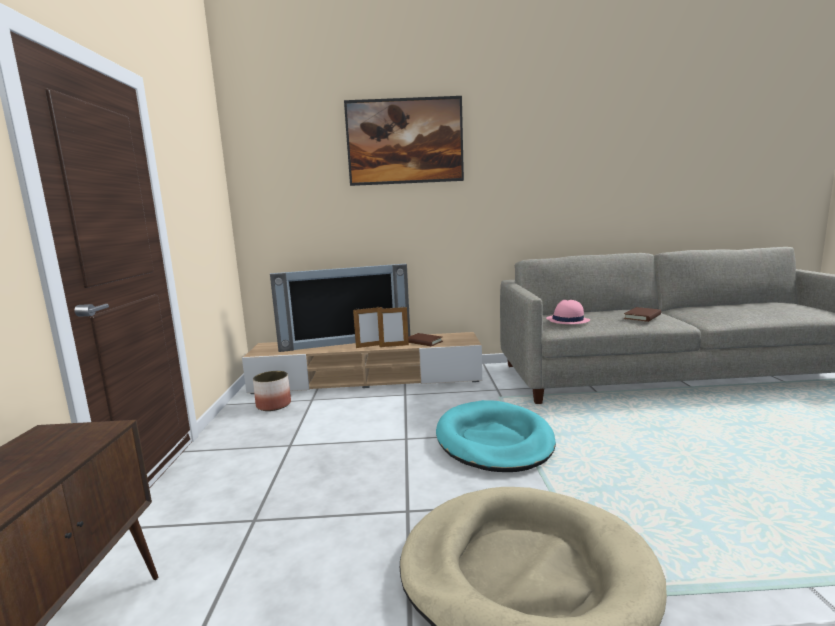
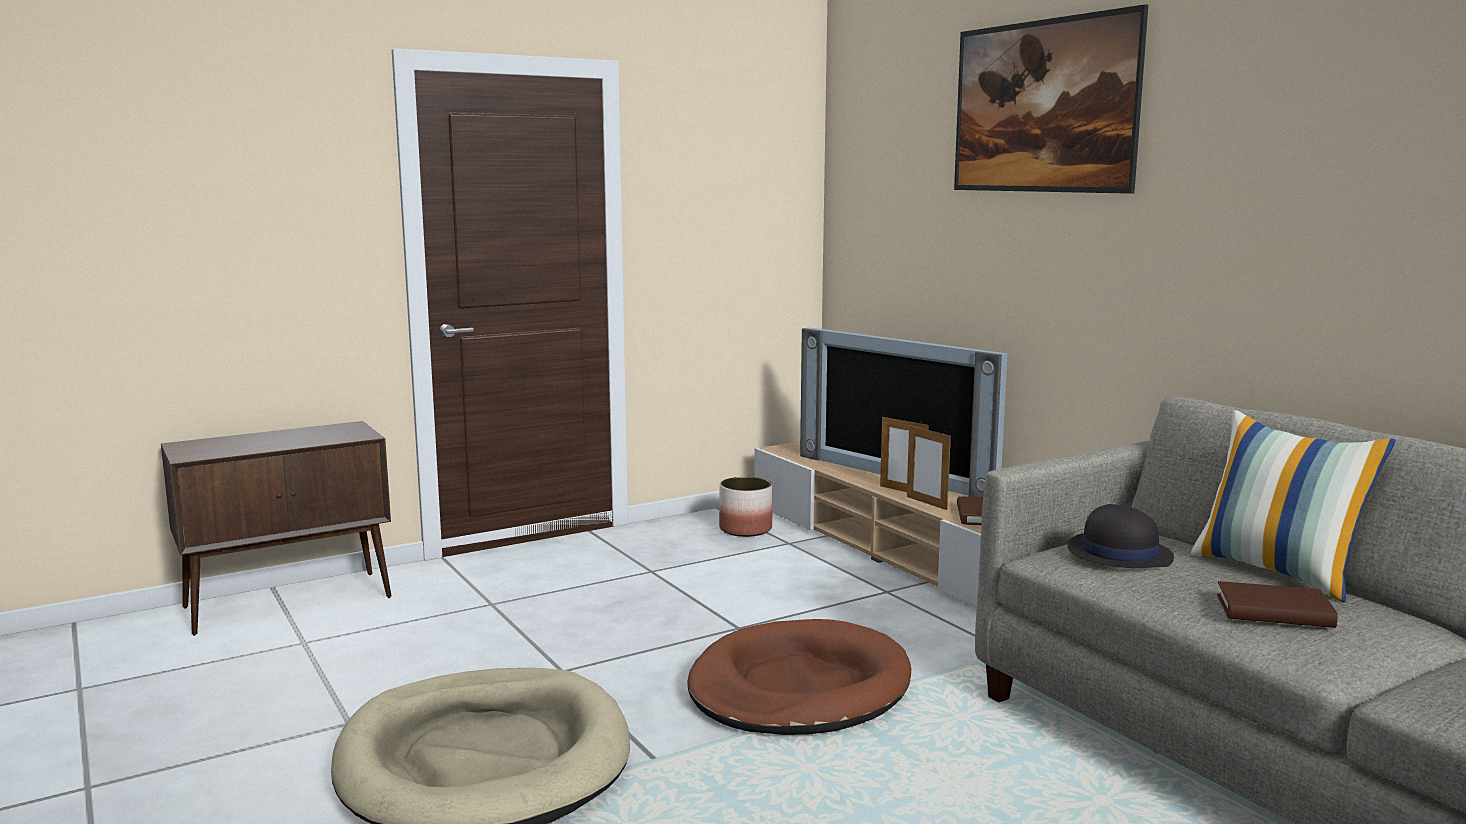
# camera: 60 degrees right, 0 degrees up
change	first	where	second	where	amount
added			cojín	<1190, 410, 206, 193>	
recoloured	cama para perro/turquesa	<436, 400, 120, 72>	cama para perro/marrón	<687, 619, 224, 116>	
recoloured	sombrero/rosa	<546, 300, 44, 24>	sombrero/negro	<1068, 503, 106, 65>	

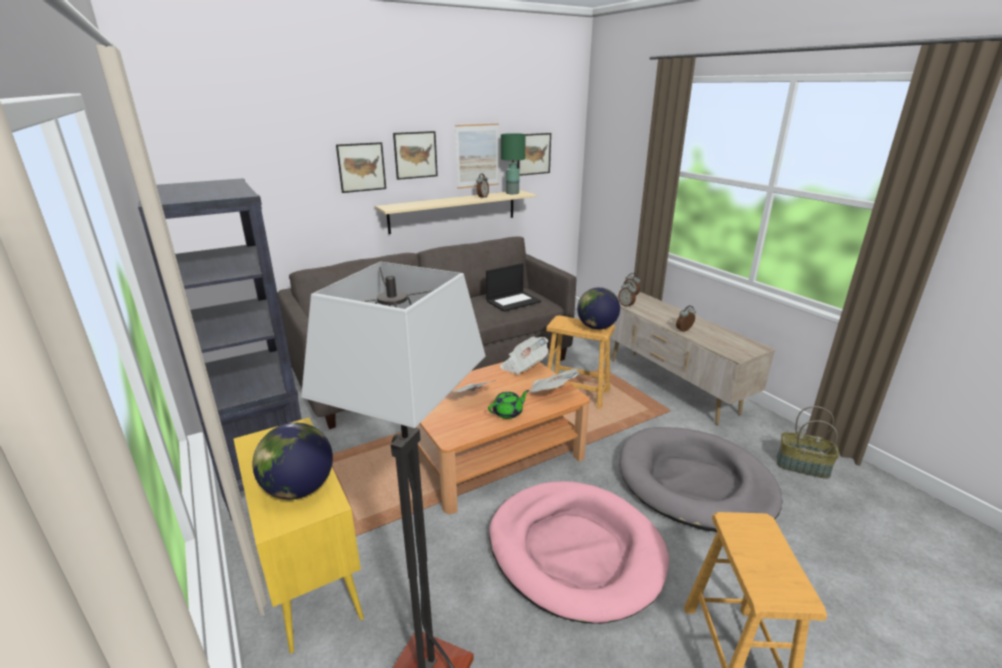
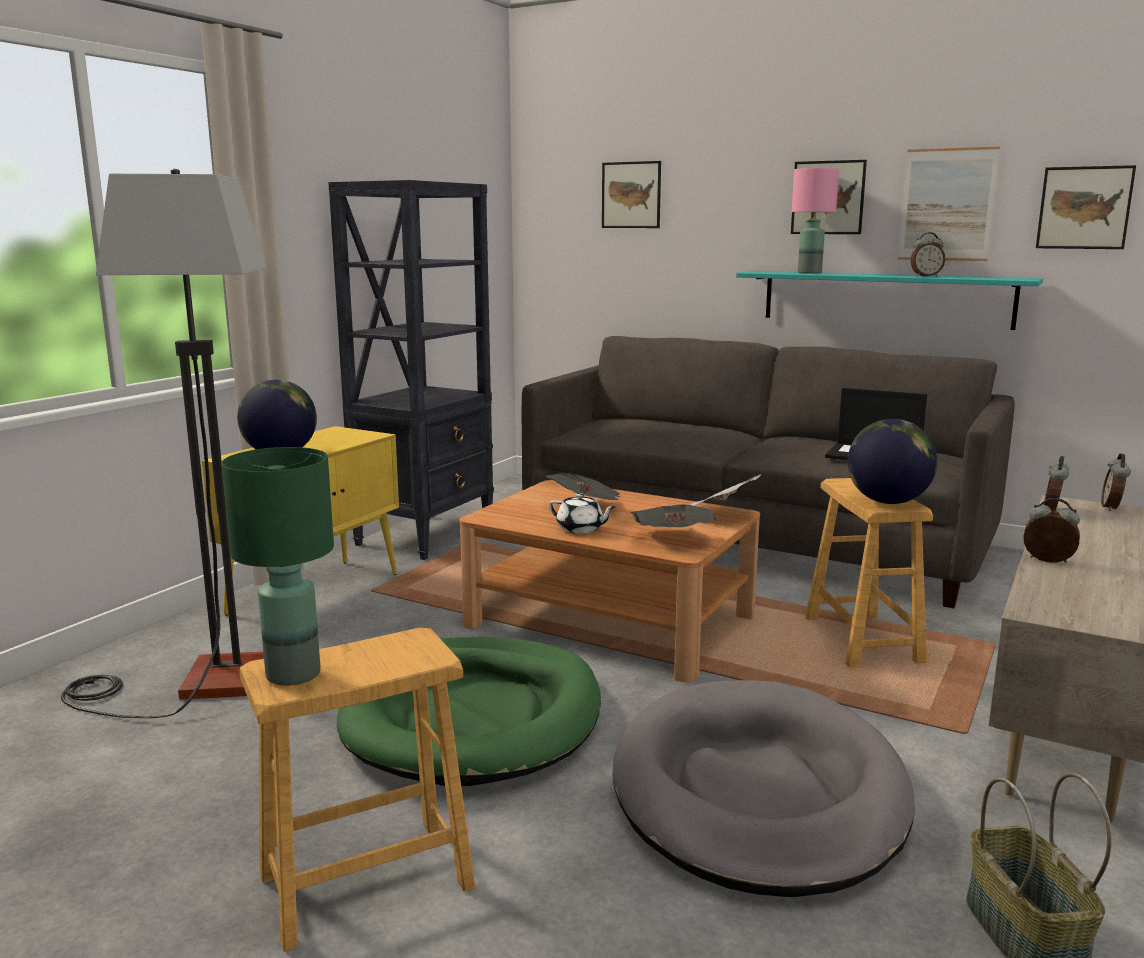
# camera: 60 degrees right, 10 degrees down
change	first	where	second	where	amount
added			lámpara de mesa/rosa	<792, 168, 47, 106>	
moved	cuadro	<336, 142, 50, 51>		<602, 161, 59, 67>	
moved	lámpara de mesa/verde	<501, 133, 25, 61>		<221, 447, 113, 239>	
recoloured	estante/beis	<375, 190, 161, 44>	estante/turquesa	<736, 271, 307, 59>	
recoloured	tetera/verde	<488, 390, 41, 29>	tetera/blanco	<549, 493, 67, 41>	
recoloured	cama para perro/rosa	<489, 481, 180, 143>	cama para perro/verde	<337, 637, 264, 149>	

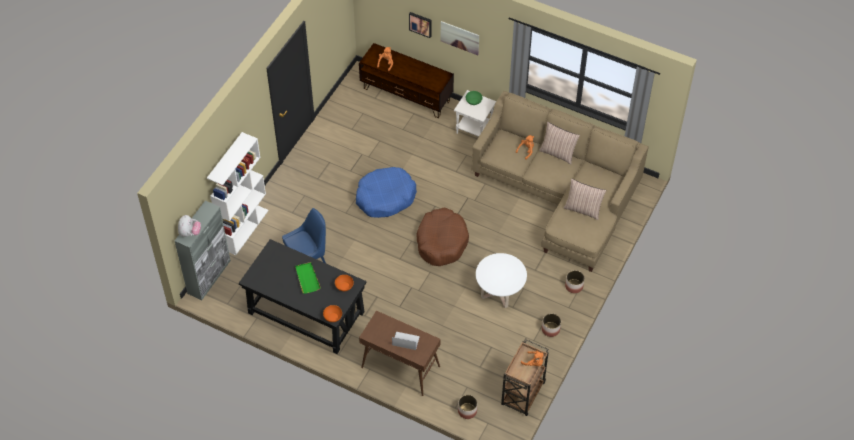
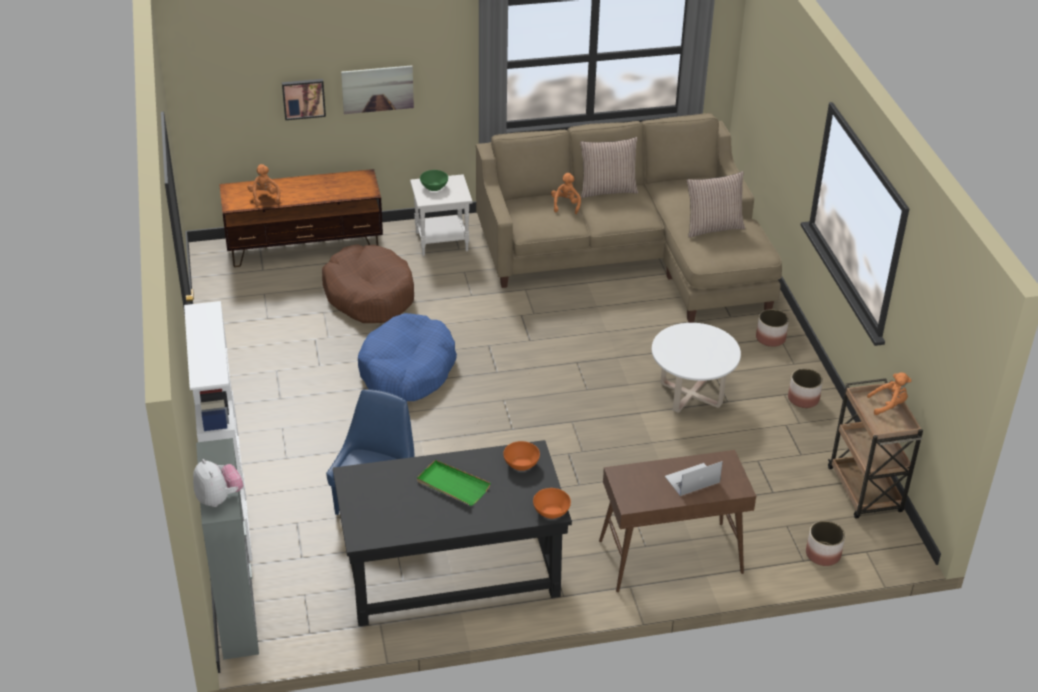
# camera: 40 degrees left, 15 degrees down
change	first	where	second	where	amount
moved	cama para perro/marrón	<416, 207, 53, 59>		<322, 244, 92, 79>	

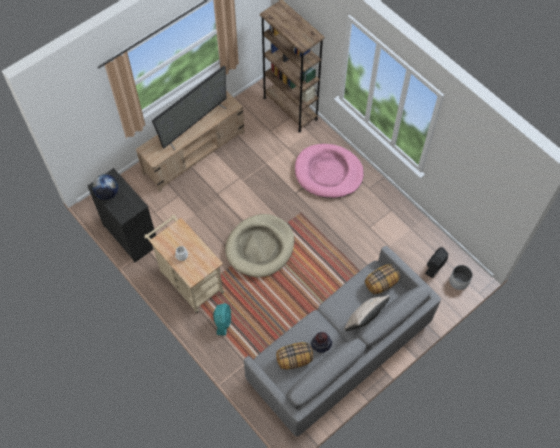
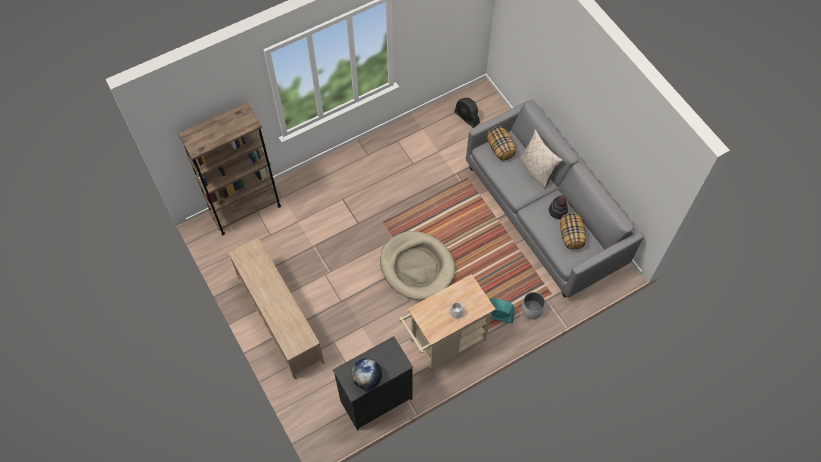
# camera: 80 degrees left, 0 degrees up
change	first	where	second	where	amount
removed	televisor	<152, 66, 75, 84>			
removed	cama para perro/rosa	<295, 144, 69, 54>			
moved	maceta/blanco	<449, 265, 24, 25>		<521, 292, 24, 27>	

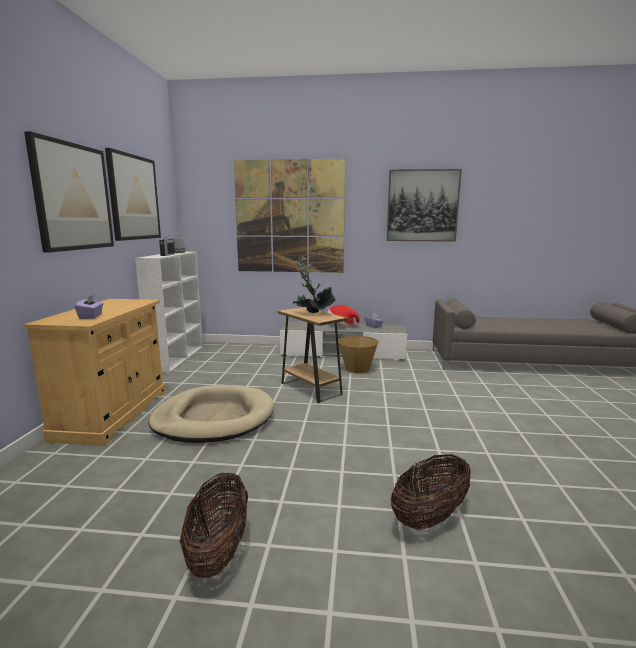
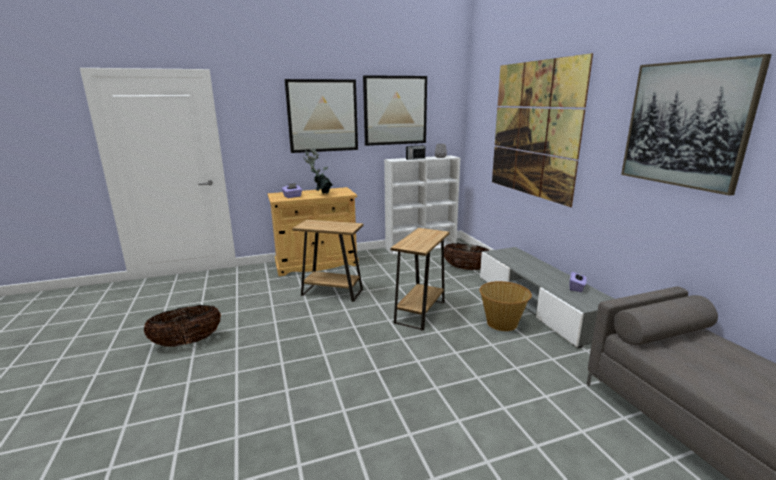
# camera: 65 degrees right, 5 degrees up
change	first	where	second	where	amount
removed	sombrero	<327, 305, 32, 22>			
moved	planta en maceta	<293, 256, 42, 57>		<303, 147, 30, 47>	
moved	cesta	<391, 454, 80, 76>		<444, 243, 45, 27>	
replaced	cama para perro/beis	<148, 385, 126, 58>	mesa auxiliar/marrón	<292, 220, 72, 82>	

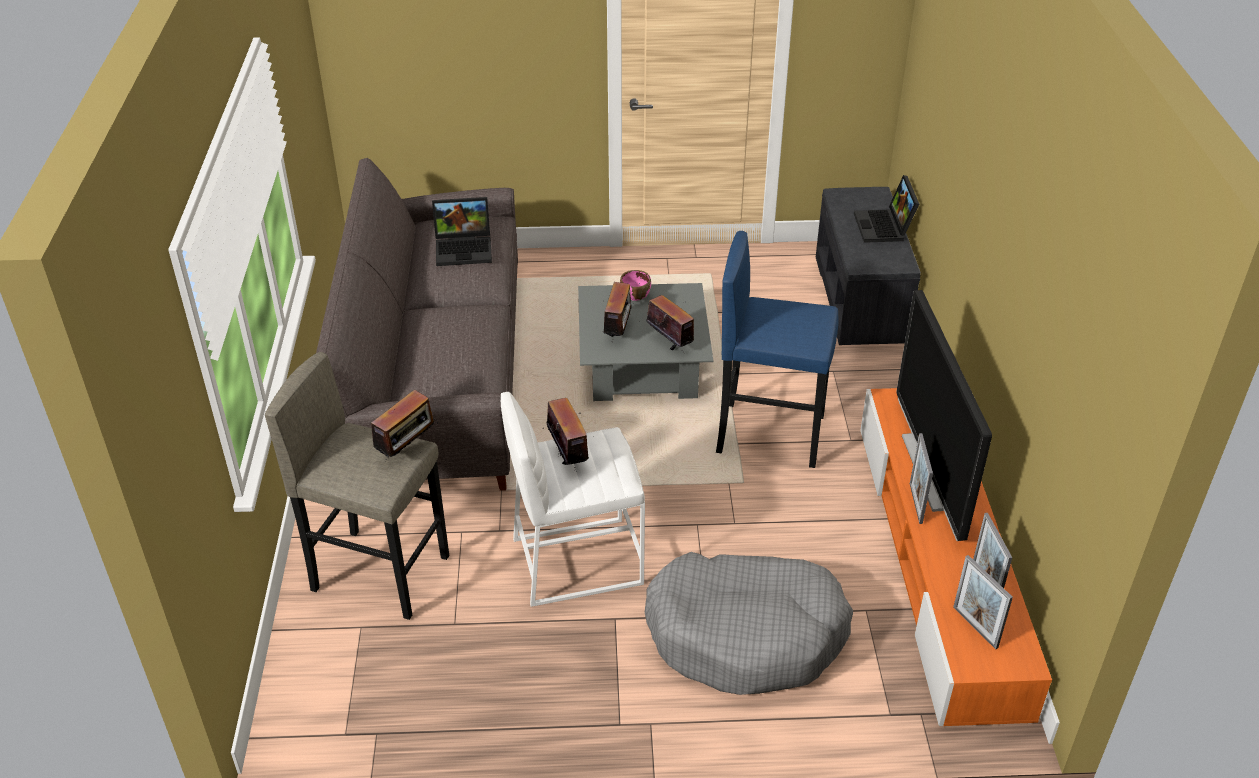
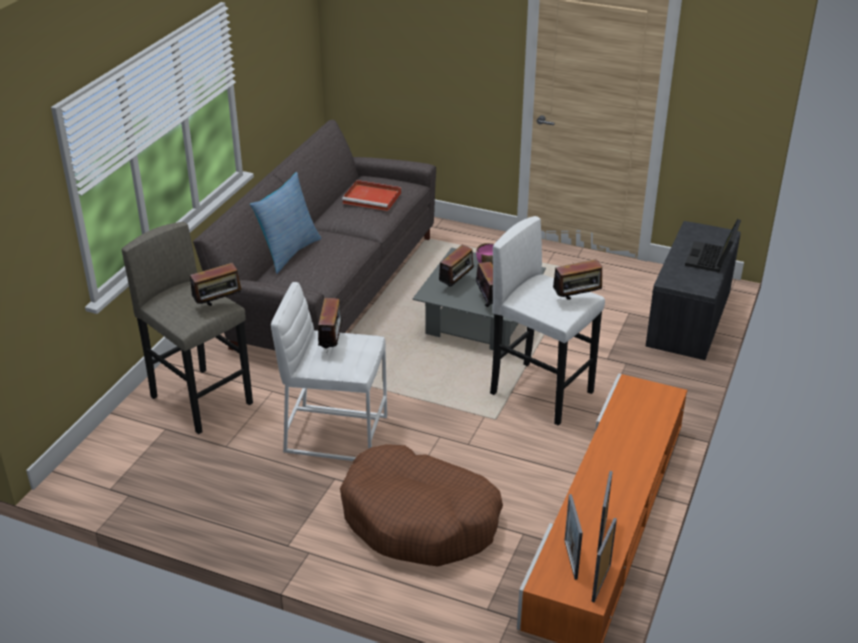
# camera: 25 degrees right, 5 degrees down
change	first	where	second	where	amount
removed	televisor	<896, 290, 96, 251>			
added			cojín	<250, 172, 72, 102>	
added			radio	<553, 256, 49, 44>	
moved	portarretratos	<910, 433, 23, 91>		<592, 518, 25, 84>	
replaced	portátil	<432, 197, 60, 69>	bandeja/rojo	<342, 180, 59, 31>	
recoloured	cama para perro/gris	<645, 552, 208, 143>	cama para perro/marrón	<340, 444, 163, 123>	
recoloured	taburete/azul	<716, 231, 123, 237>	taburete/blanco	<490, 216, 115, 210>	

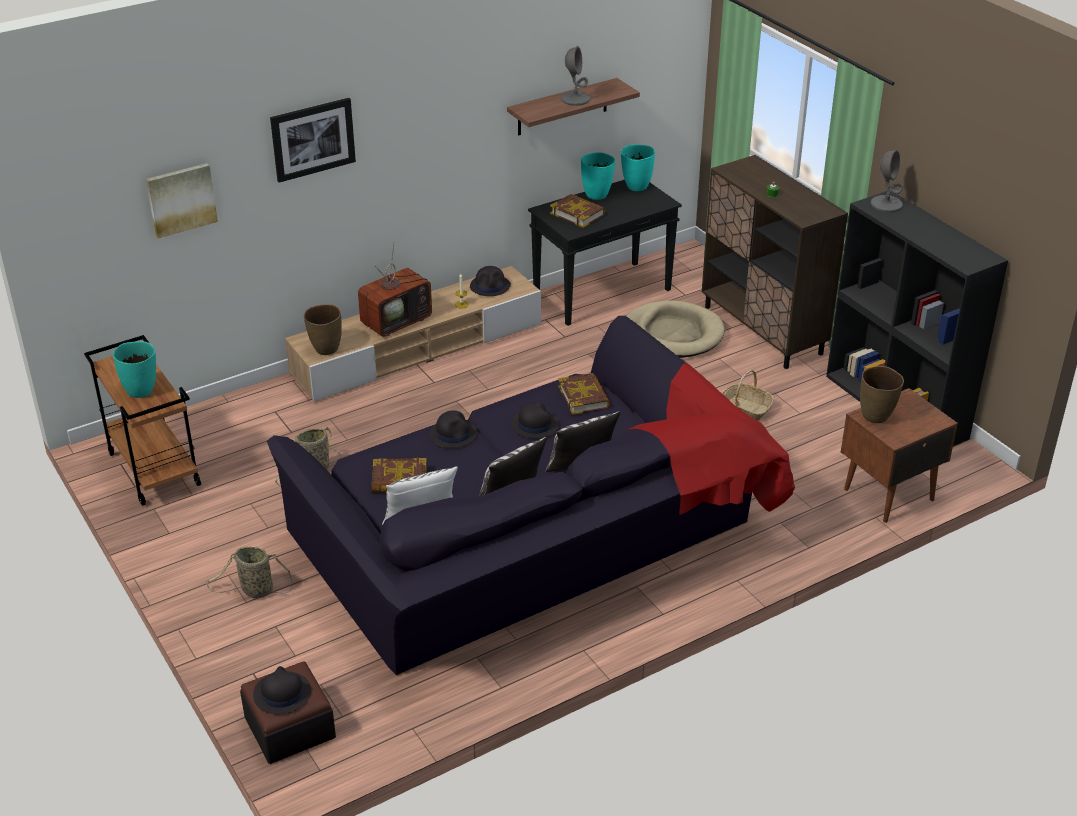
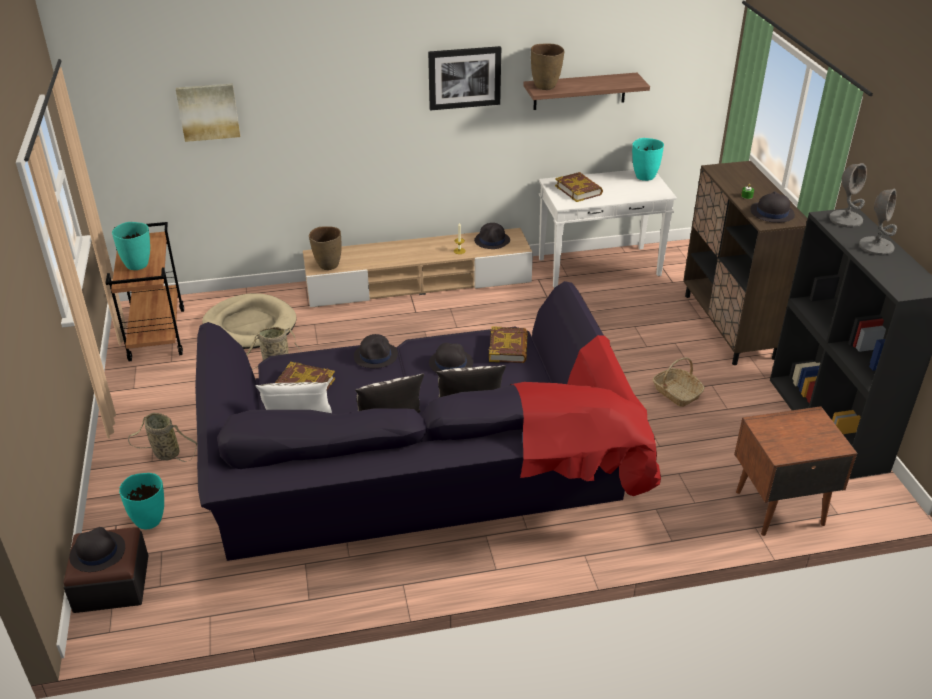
# camera: 20 degrees right, 0 degrees up
change	first	where	second	where	amount
removed	televisor	<358, 242, 74, 95>			
added			sombrero/negro	<751, 191, 44, 32>	
moved	cuadro	<270, 98, 86, 85>		<428, 46, 73, 64>	
moved	lámpara de mesa/gris	<561, 46, 29, 60>		<859, 189, 38, 67>	
moved	florero/turquesa	<581, 152, 34, 48>		<119, 473, 45, 56>	
moved	cama para perro/beis	<627, 300, 98, 58>		<202, 293, 94, 56>	
moved	florero/marrón	<860, 366, 44, 57>		<531, 43, 34, 47>	
recoloured	mesa consola/negro	<528, 180, 154, 146>	mesa consola/blanco	<539, 170, 138, 118>	

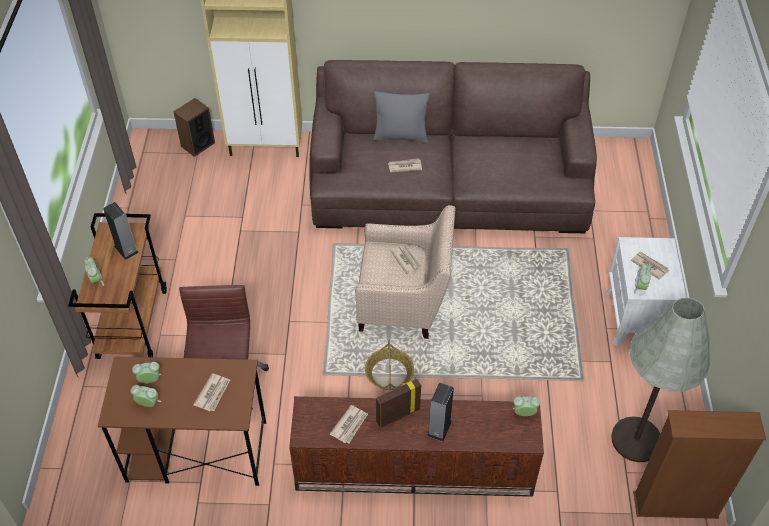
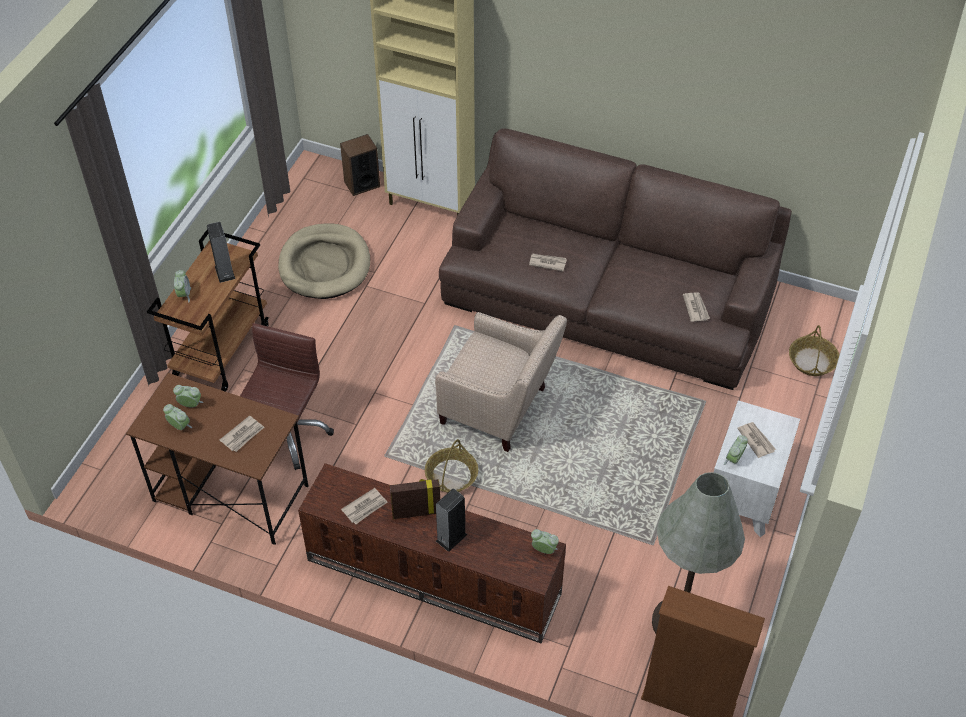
# camera: 20 degrees right, 0 degrees up
change	first	where	second	where	amount
removed	cojín/gris	<373, 91, 57, 52>			
added			cama para perro/beis	<278, 223, 92, 76>	
added			cesta	<789, 325, 50, 51>	
moved	periódico	<391, 245, 31, 29>		<683, 292, 27, 30>	

